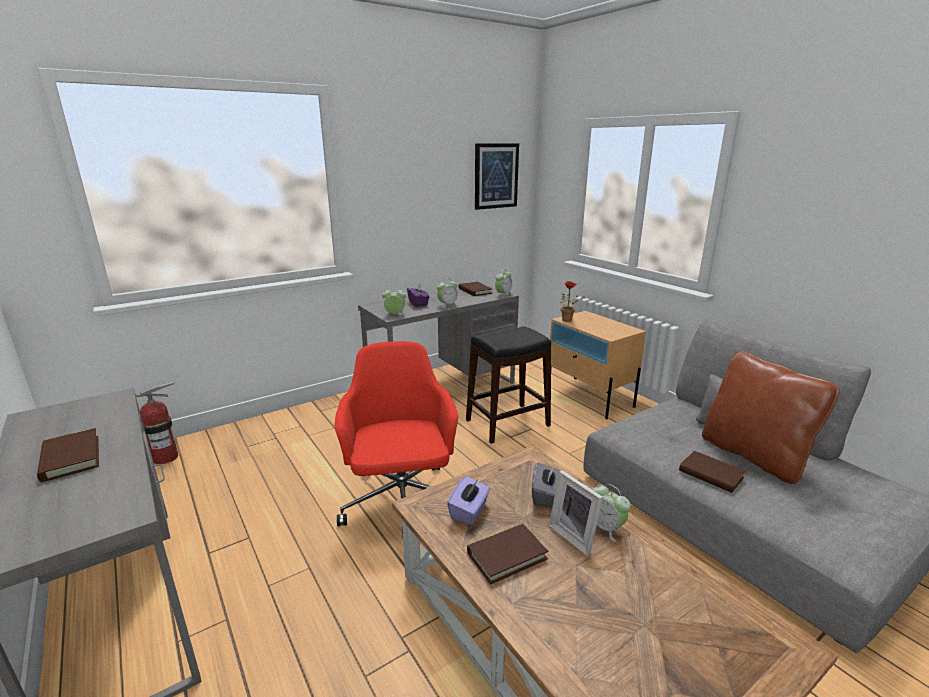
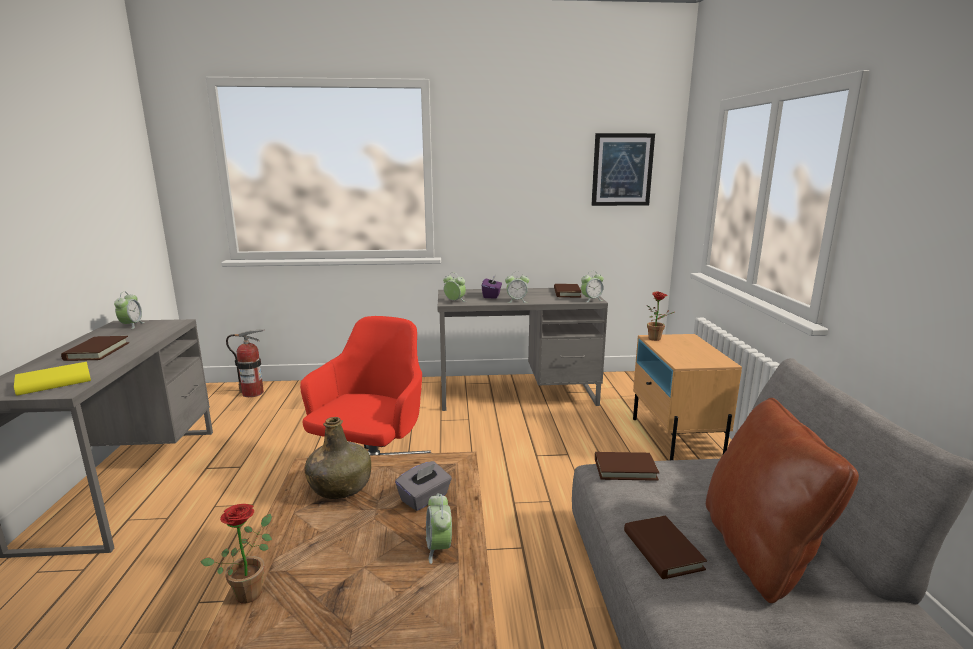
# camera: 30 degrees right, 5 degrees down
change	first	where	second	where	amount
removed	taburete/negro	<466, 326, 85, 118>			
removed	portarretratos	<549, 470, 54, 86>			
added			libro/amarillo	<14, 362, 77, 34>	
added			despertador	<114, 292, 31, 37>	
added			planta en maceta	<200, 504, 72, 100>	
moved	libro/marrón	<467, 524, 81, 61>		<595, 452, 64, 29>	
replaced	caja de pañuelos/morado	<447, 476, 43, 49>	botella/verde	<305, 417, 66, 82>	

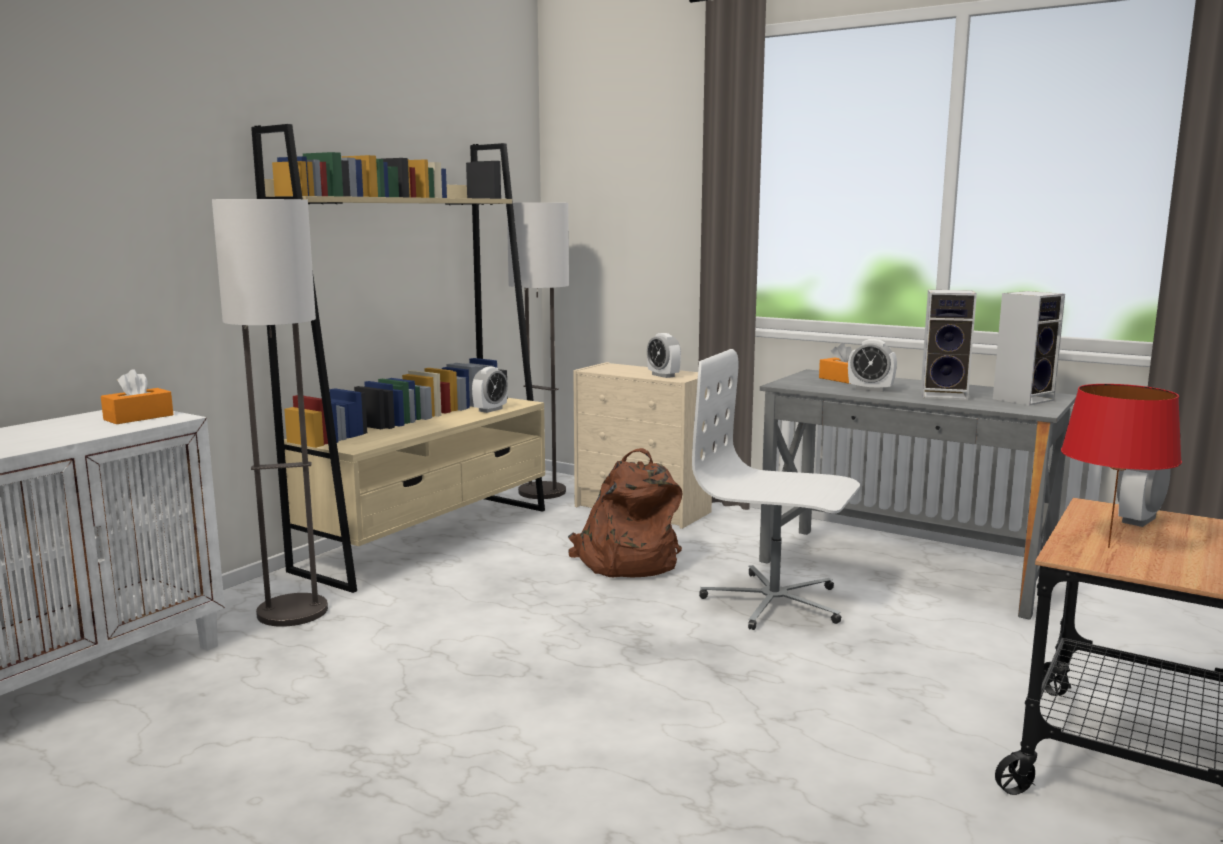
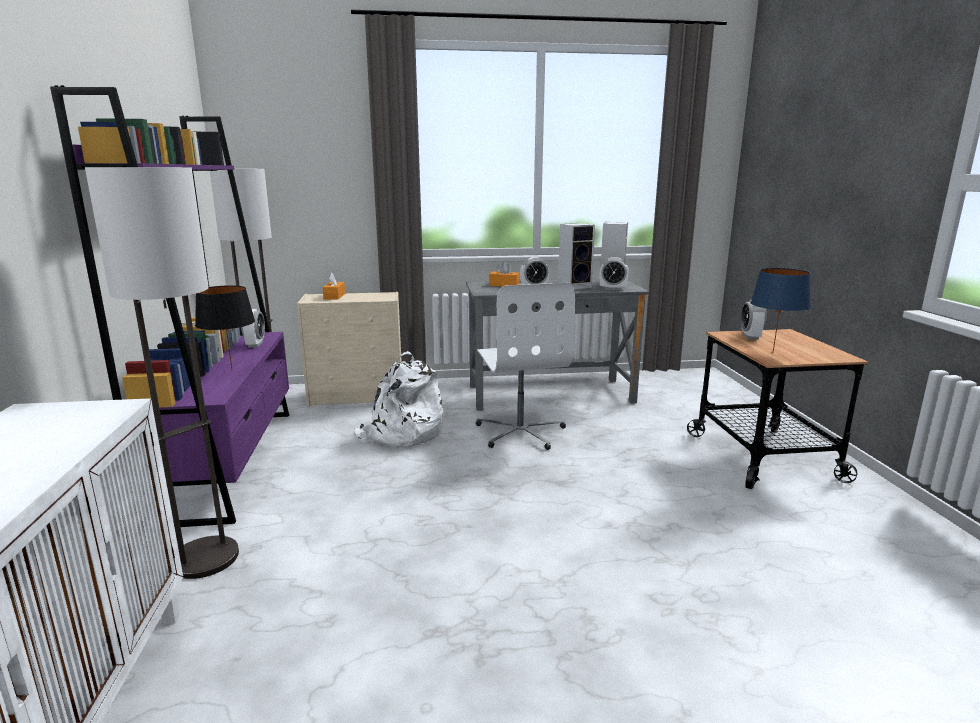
# camera: 40 degrees left, 5 degrees up
change	first	where	second	where	amount
added			lámpara de mesa/negro	<195, 285, 60, 86>	
moved	caja de pañuelos/naranja	<101, 369, 72, 55>		<322, 273, 23, 26>	
moved	despertador	<647, 333, 34, 45>		<599, 257, 30, 33>	
recoloured	estantería/beis	<251, 124, 294, 469>	estantería/morado	<50, 85, 239, 443>	
recoloured	mochila/marrón	<568, 448, 115, 129>	mochila/blanco	<355, 351, 88, 97>	
recoloured	lámpara de mesa/rojo	<1061, 384, 121, 164>	lámpara de mesa/azul	<750, 268, 61, 85>	
turned	silla de oficina/blanco	<692, 349, 168, 281>		<476, 283, 99, 167>	90 degrees counterclockwise

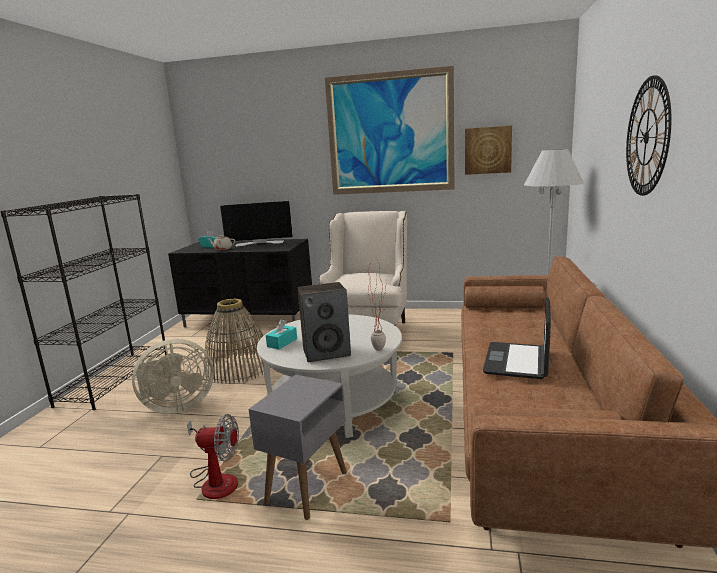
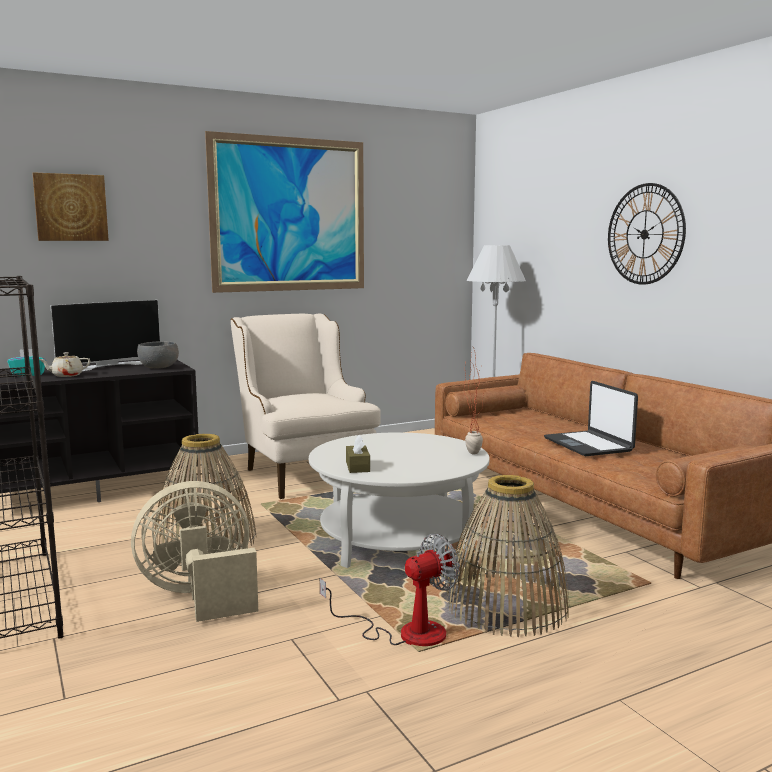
# camera: 40 degrees left, 5 degrees down
change	first	where	second	where	amount
removed	altavoz	<297, 282, 54, 80>			
added			cuenco/gris	<137, 341, 42, 28>	
moved	cuadro	<465, 126, 47, 49>		<32, 172, 77, 69>	
replaced	mesa auxiliar/gris	<249, 375, 98, 145>	cesta	<446, 475, 123, 162>	
recoloured	caja de pañuelos/turquesa	<266, 319, 31, 30>	caja de pañuelos/marrón	<346, 435, 24, 38>	
turned	ventilador/beis	<132, 339, 82, 75>		<131, 481, 127, 141>	135 degrees counterclockwise

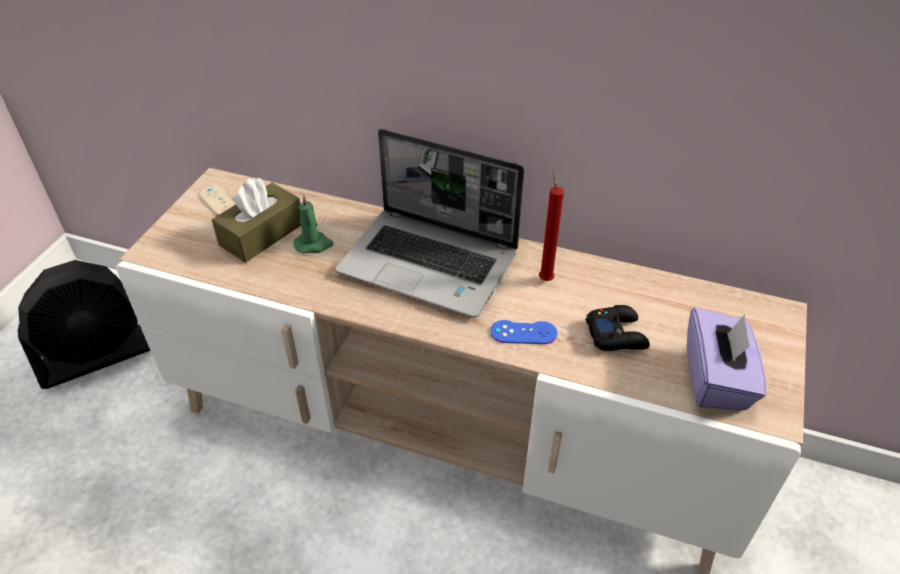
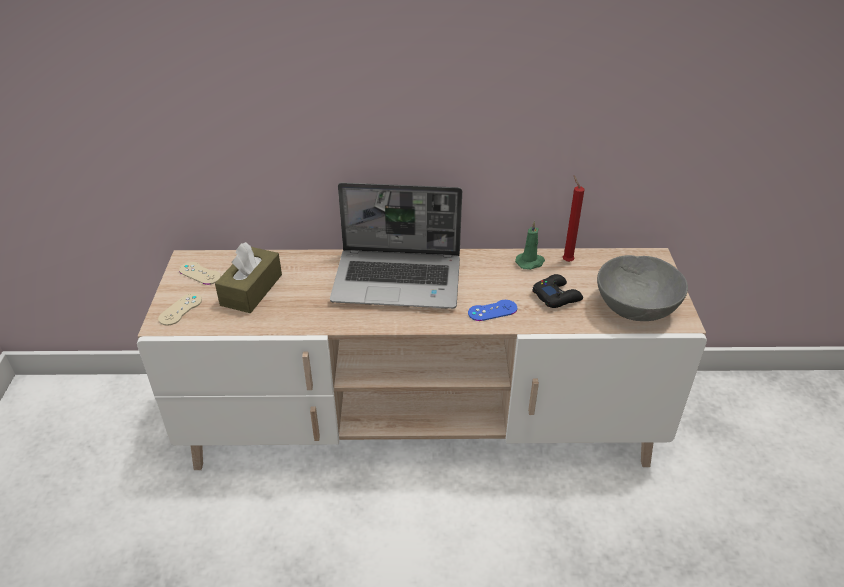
# camera: 20 degrees left, 5 degrees down
change	first	where	second	where	amount
removed	ventilador/negro	<18, 260, 132, 129>			
added			mando de consola/beis	<158, 293, 44, 33>	
moved	vela/verde	<294, 195, 40, 59>		<515, 221, 30, 49>	
moved	vela/rojo	<539, 171, 25, 110>		<562, 175, 23, 87>	
replaced	caja de pañuelos/morado	<687, 307, 79, 104>	cuenco/gris	<597, 255, 91, 66>	

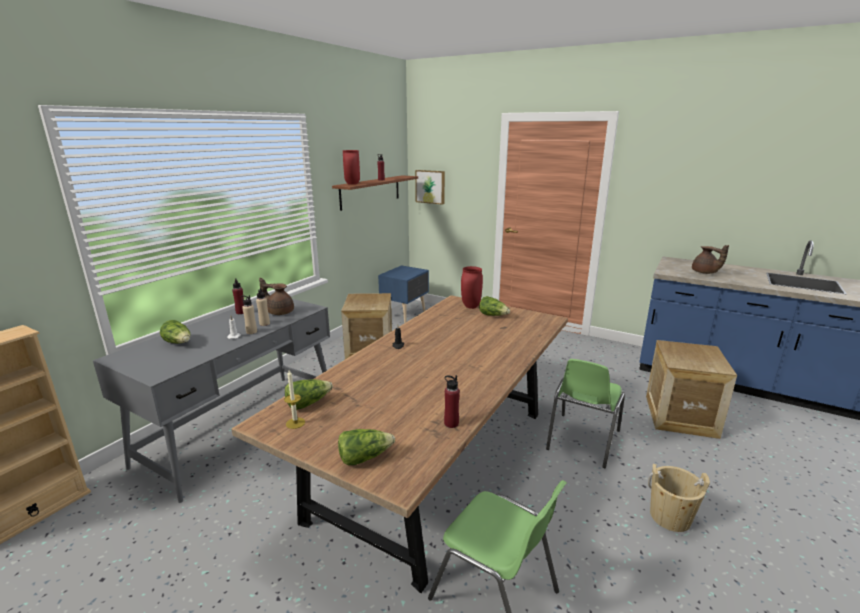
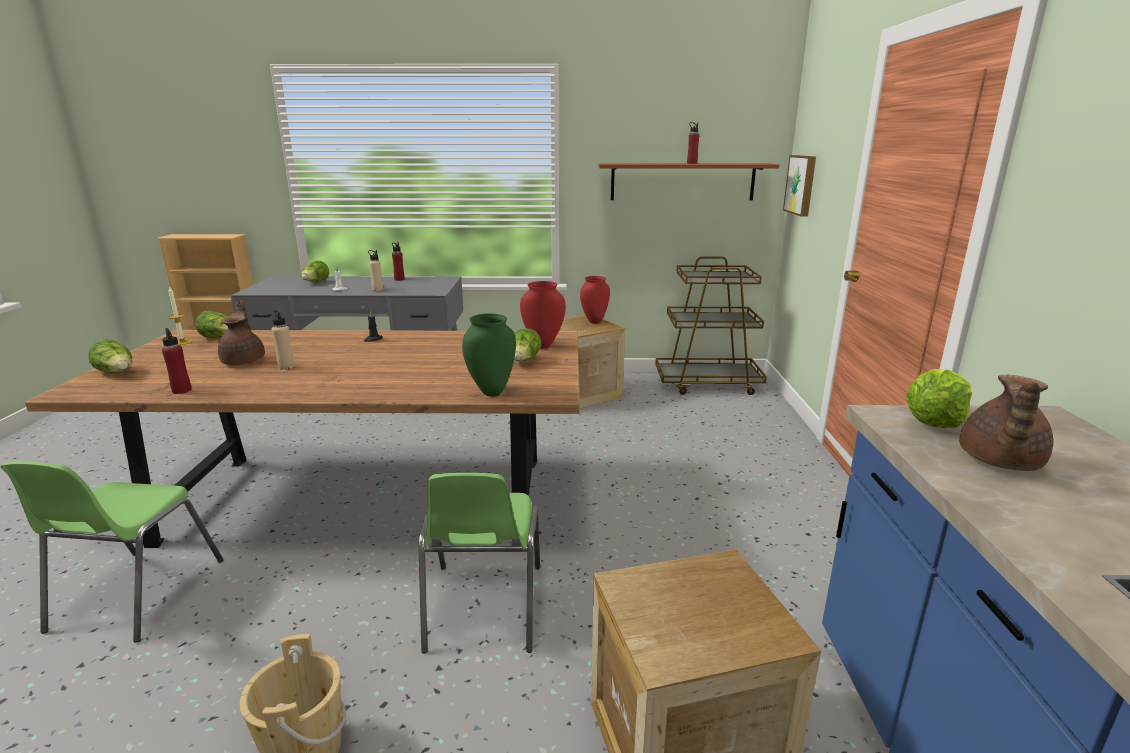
# camera: 60 degrees right, 0 degrees up
change	first	where	second	where	amount
added			florero/verde	<462, 314, 54, 83>	
added			lechuga	<906, 369, 65, 59>	
moved	botella/beis	<240, 295, 17, 39>		<272, 310, 23, 60>	
moved	tetera/marrón	<259, 278, 35, 37>		<218, 300, 47, 65>	
moved	florero/rojo	<343, 150, 17, 35>		<580, 276, 30, 48>	
replaced	mesita de noche/azul	<378, 265, 51, 58>	carrito/marrón	<655, 256, 112, 139>	
turned	silla/verde	<546, 359, 79, 109>		<418, 473, 122, 181>	90 degrees counterclockwise

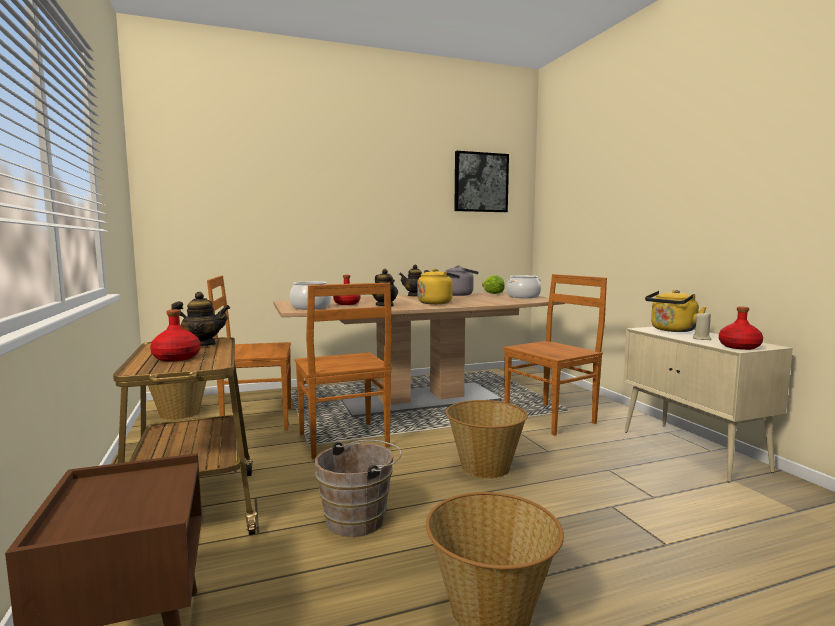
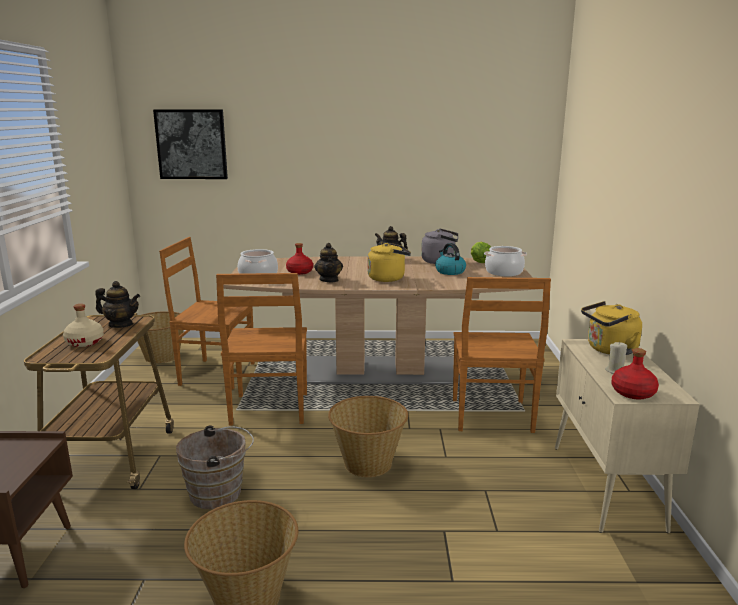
# camera: 20 degrees right, 10 degrees up
change	first	where	second	where	amount
added			hervidor	<435, 243, 31, 32>	
moved	cuadro	<454, 151, 55, 61>		<153, 109, 75, 70>	
recoloured	botella/rojo	<150, 309, 50, 53>	botella/beis	<63, 304, 41, 43>	
turned	silla/marrón	<504, 274, 103, 162>		<453, 277, 98, 156>	105 degrees clockwise

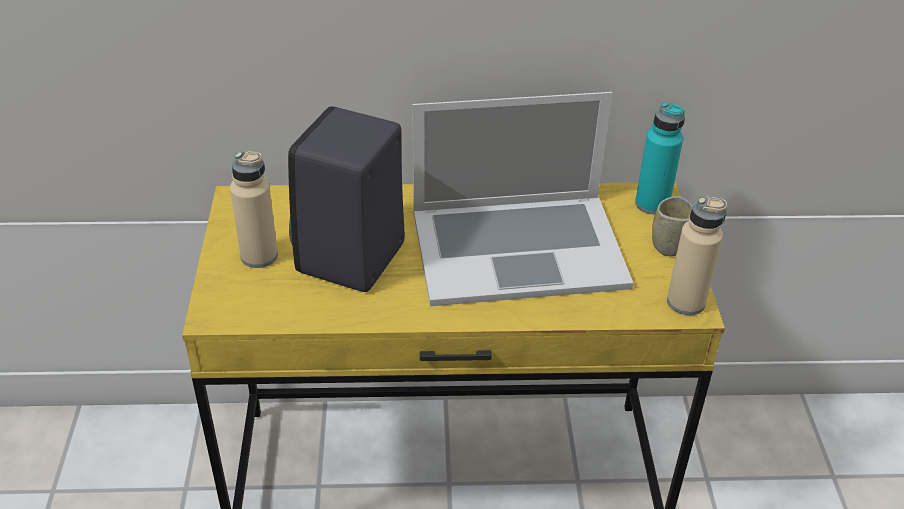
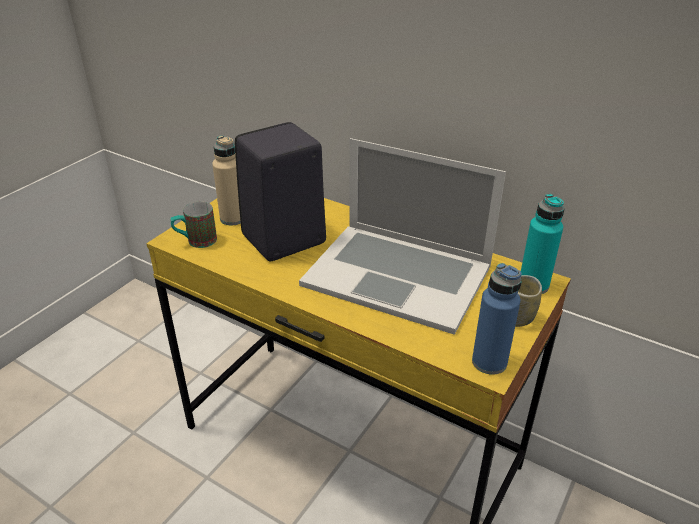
# camera: 35 degrees right, 5 degrees down
change	first	where	second	where	amount
added			taza grande	<170, 201, 47, 47>	
recoloured	botella/beis	<667, 196, 60, 119>	botella/azul	<472, 263, 50, 112>	

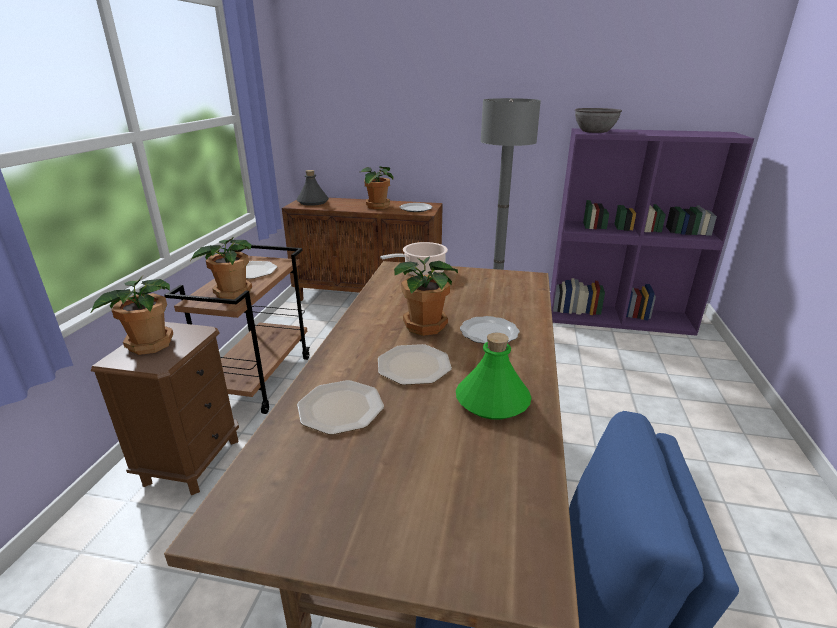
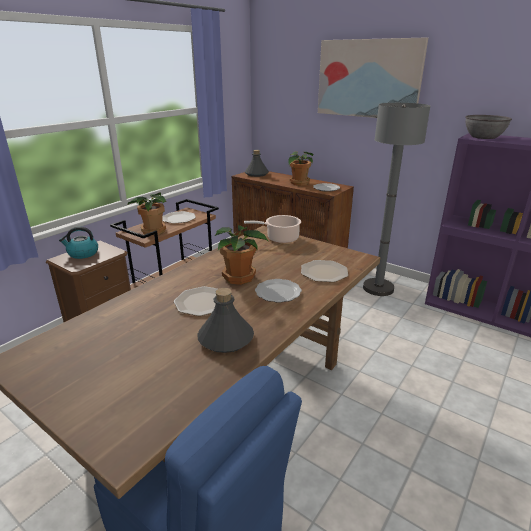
# camera: 25 degrees right, 0 degrees up
change	first	where	second	where	amount
added			cuadro	<318, 37, 110, 81>	
moved	plato	<297, 380, 87, 55>		<301, 260, 47, 22>	
replaced	planta en maceta	<90, 276, 83, 79>	hervidor	<59, 227, 39, 32>	
recoloured	botella/verde	<456, 333, 75, 87>	botella/gris	<197, 288, 57, 65>	

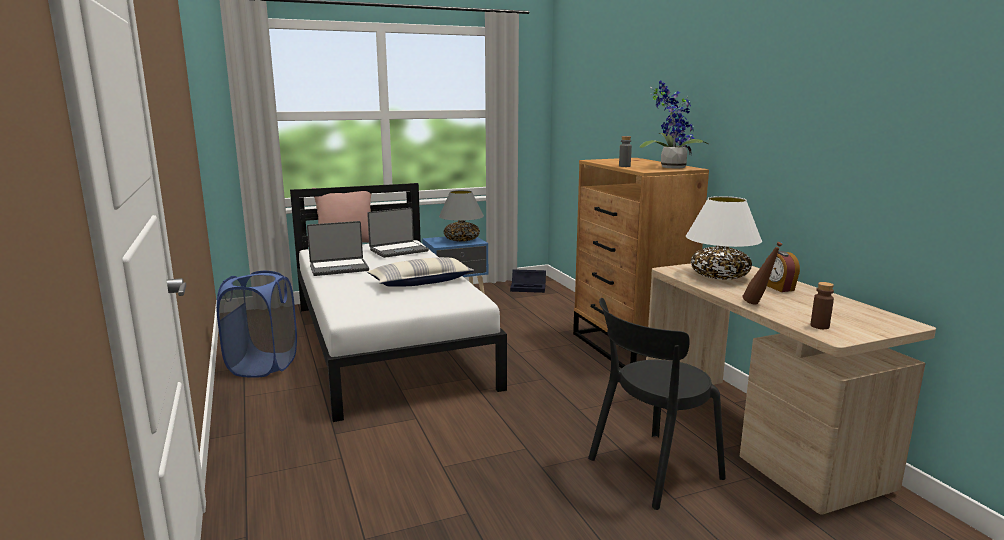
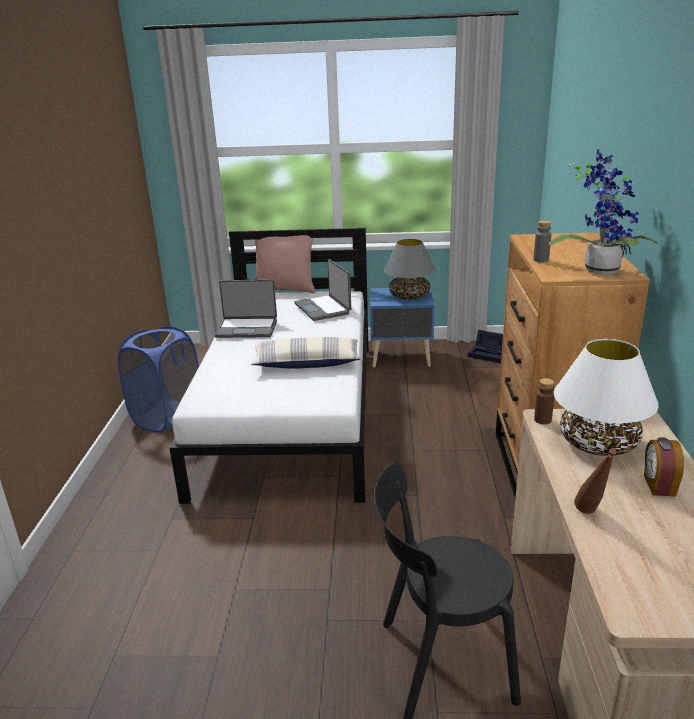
# camera: 25 degrees right, 10 degrees up
change	first	where	second	where	amount
moved	botella/marrón	<810, 282, 24, 47>		<534, 378, 20, 46>	
turned	portátil	<367, 208, 62, 50>		<295, 259, 56, 62>	75 degrees clockwise

